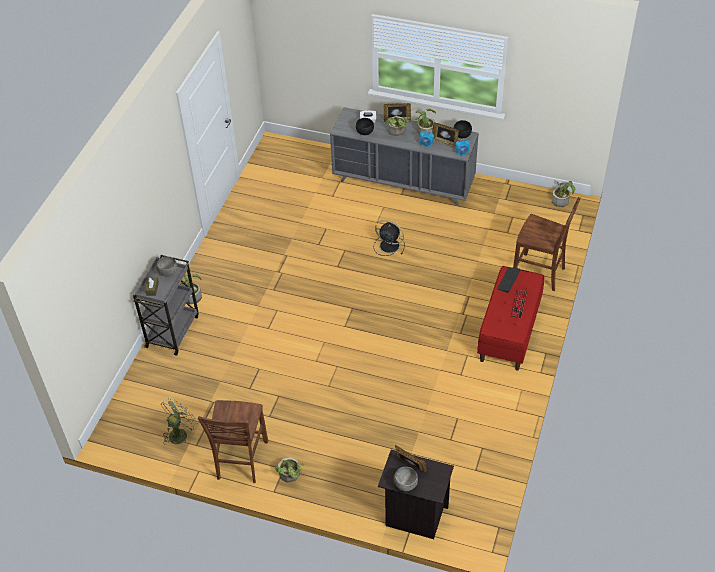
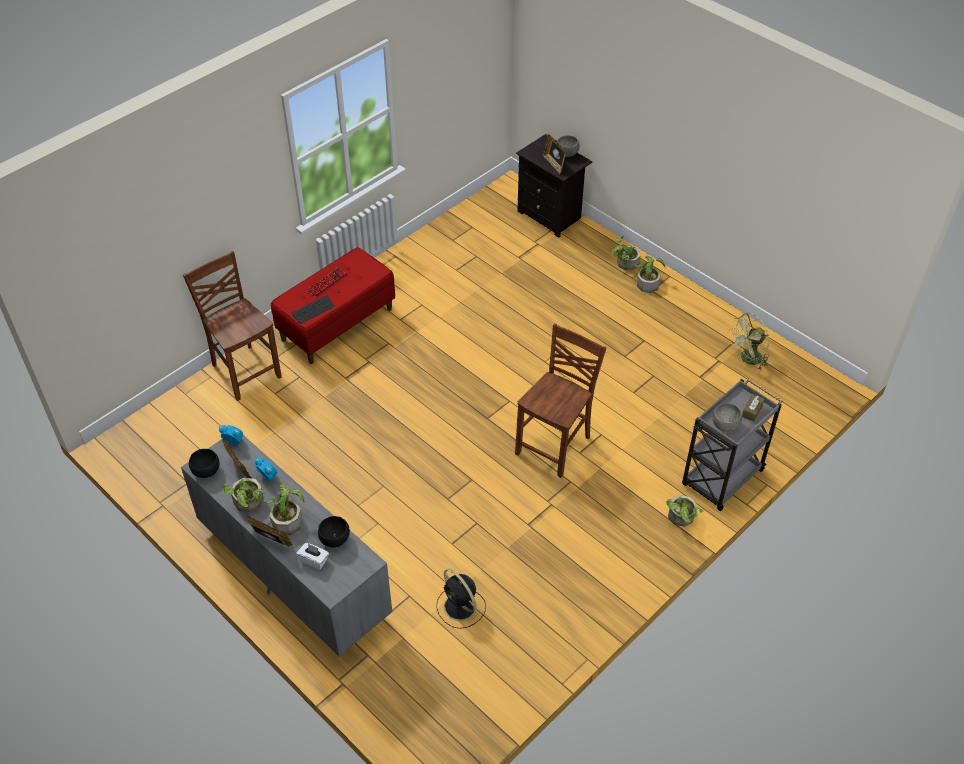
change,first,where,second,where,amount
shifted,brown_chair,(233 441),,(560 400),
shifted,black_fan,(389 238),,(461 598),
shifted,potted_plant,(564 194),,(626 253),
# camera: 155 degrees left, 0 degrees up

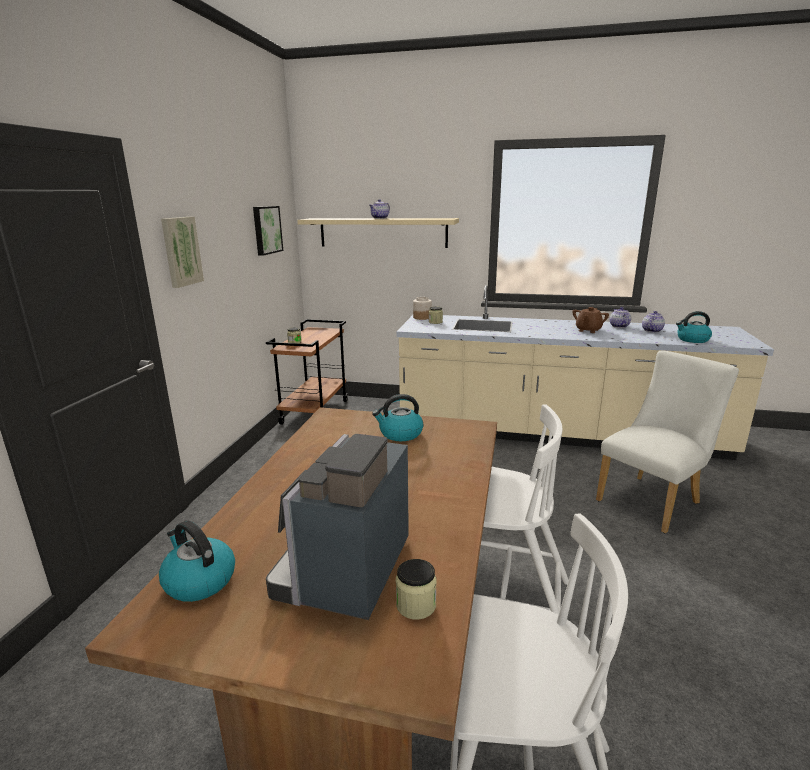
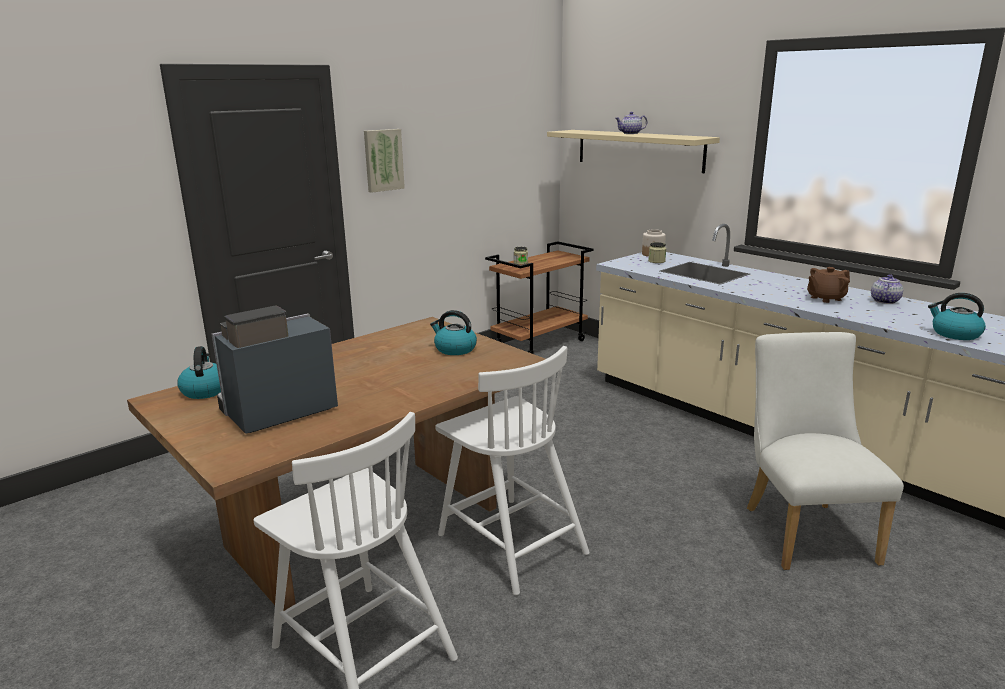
change,first,where,second,where,amount
gone,picture,(268 231),,,
gone,jar,(416 589),,,
rotated,white_chair,(667 442),,(825 451),90 degrees counterclockwise
gone,teapot,(653 322),,,
# camera: 35 degrees right, 0 degrees up

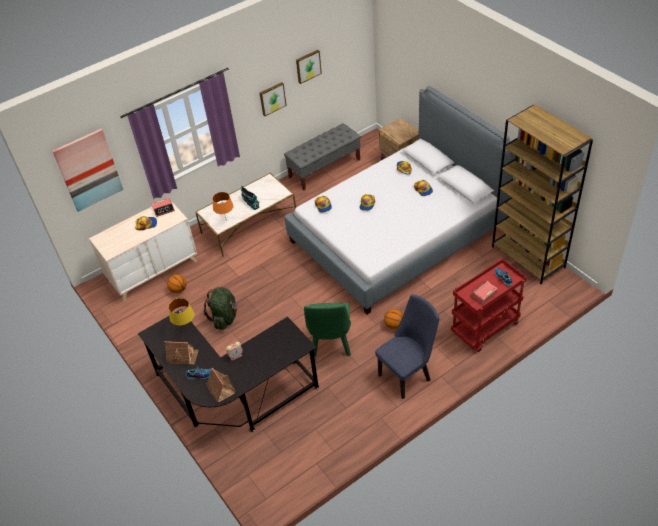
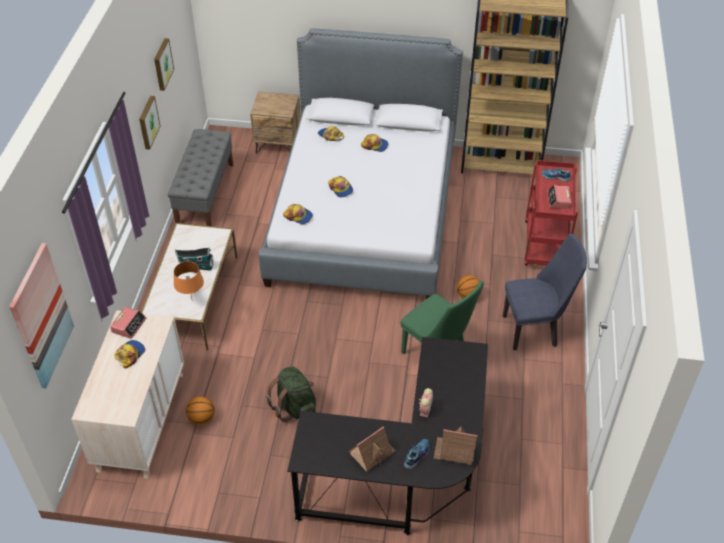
change,first,where,second,where,amount
gone,yellow_table_lamp,(181 314),,,
rotated,blue_chair,(407 346),,(545 291),75 degrees clockwise
# camera: 50 degrees left, 0 degrees up

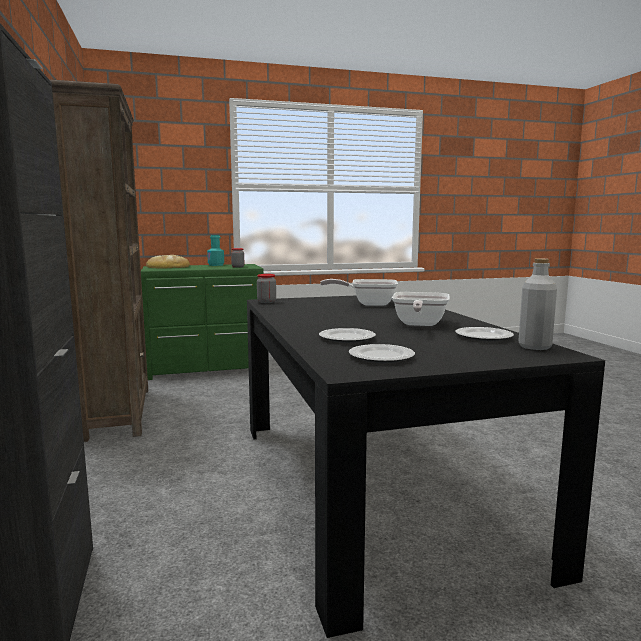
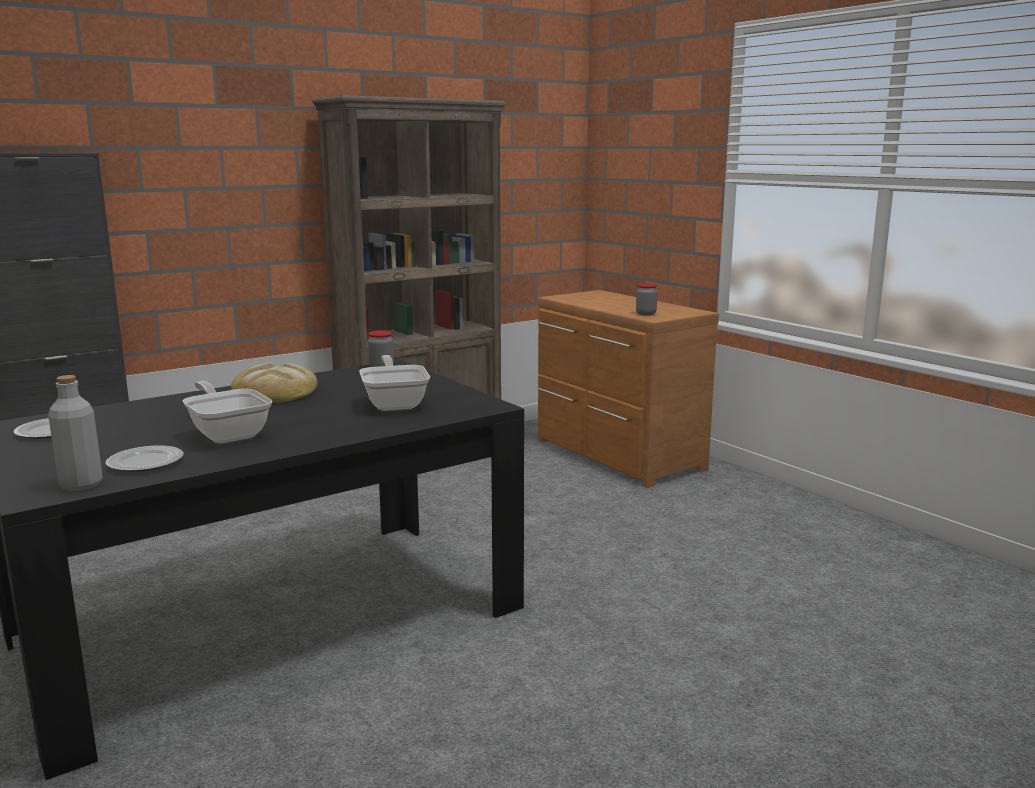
change,first,where,second,where,amount
repainted,green_dresser,(202 322),brown_dresser,(628 389),
shifted,bread,(168 262),,(274 383),
gone,turquoise_bottle,(215 250),,,
gone,plate,(347 335),,,
rotated,frying_pan,(420 309),,(227 412),60 degrees clockwise
# camera: 70 degrees right, 5 degrees up

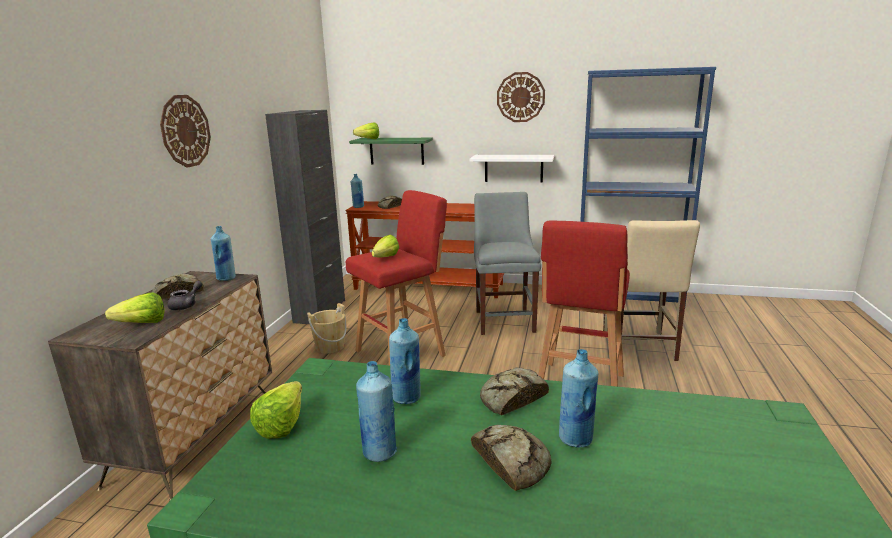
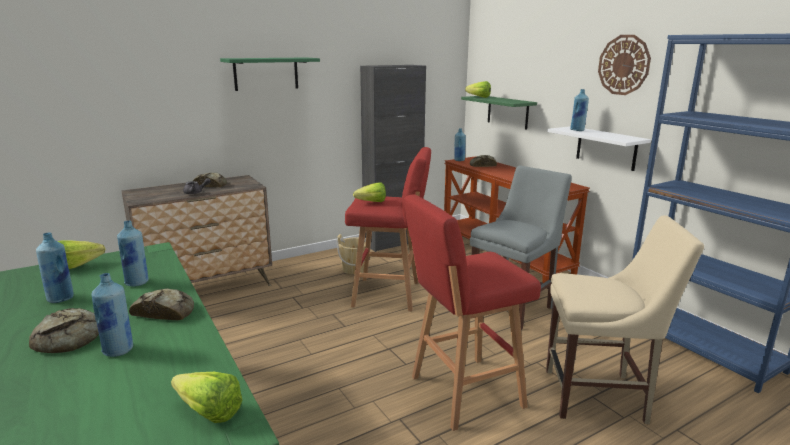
change,first,where,second,where,amount
shifted,lettuce,(134 307),,(206 397),
swapped,wall_clock,(185 131),green_shelf,(270 74),
shifted,blue_bottle,(223 253),,(579 110),
rotated,beige_chair,(651 290),,(625 319),135 degrees counterclockwise
# camera: 45 degrees right, 0 degrees up

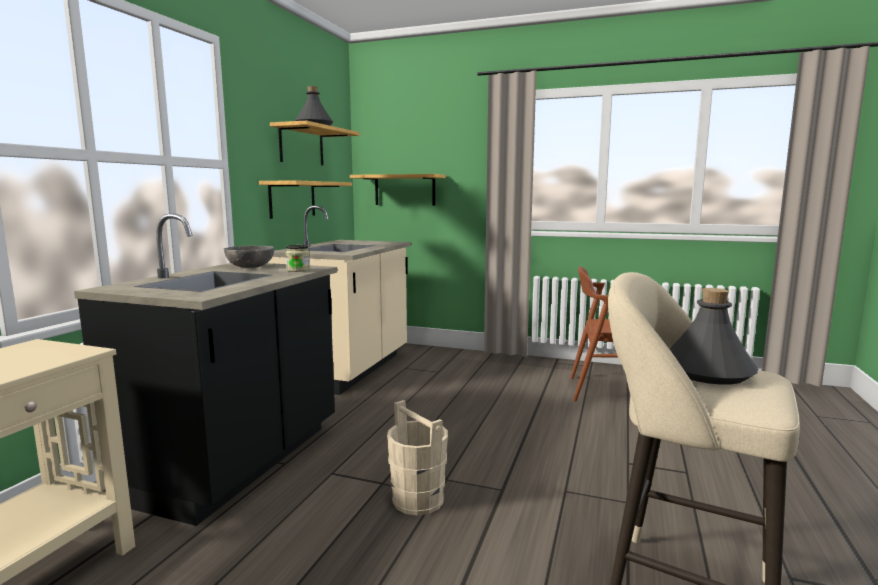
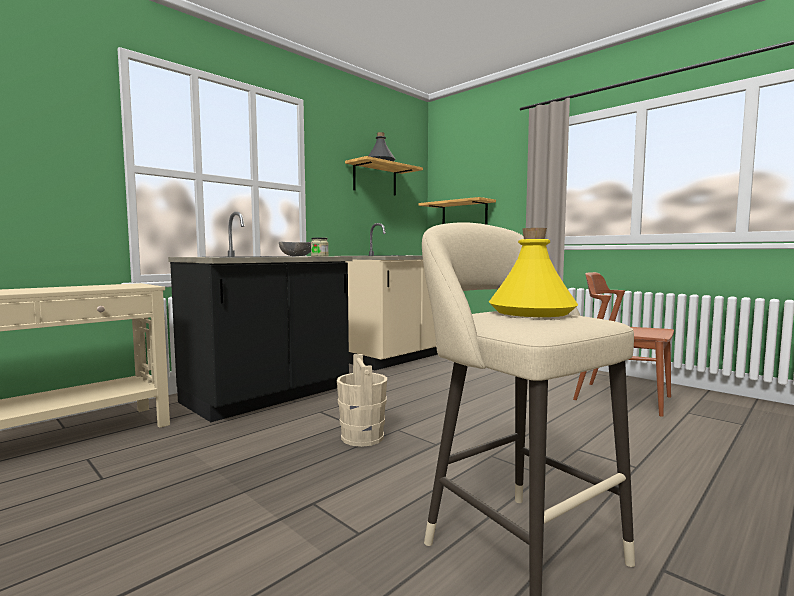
change,first,where,second,where,amount
gone,shelf,(305 199),,,
repainted,grey_bottle,(714 336),yellow_bottle,(533 272),
# camera: 25 degrees right, 5 degrees down

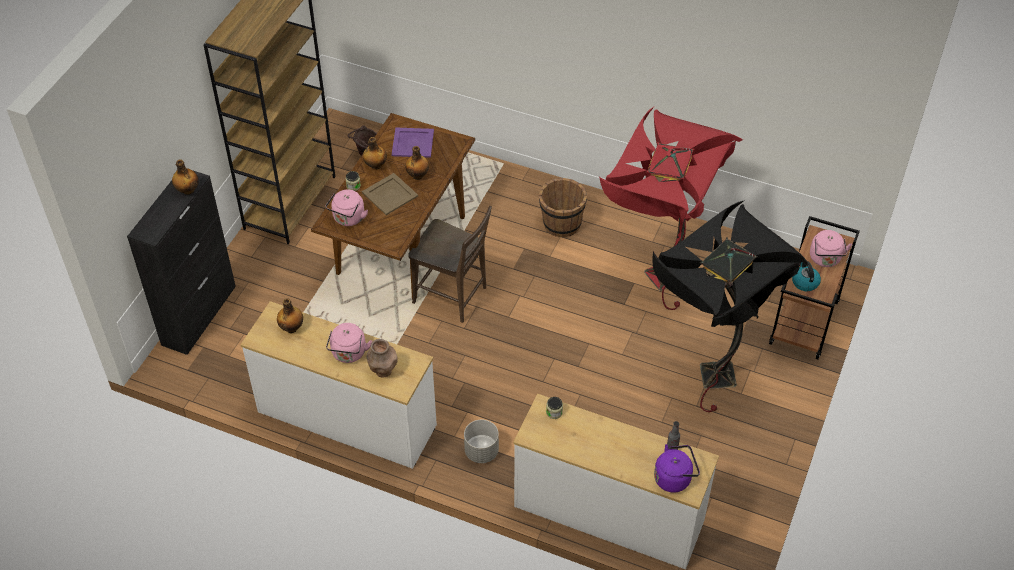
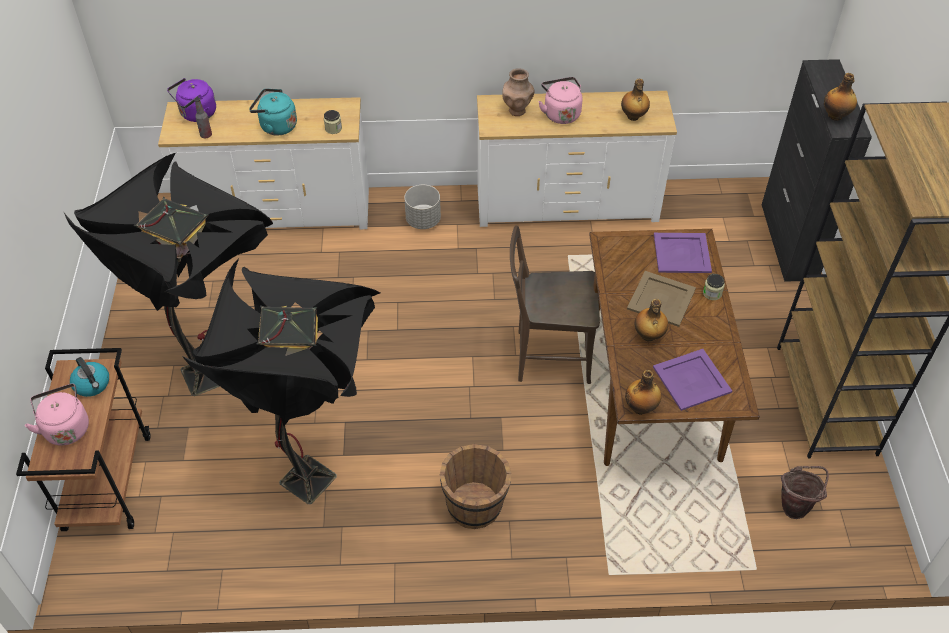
change,first,where,second,where,amount
swapped,pink_kettle,(347 208),purple_tray,(683 253),
shifted,bottle,(375 153),,(643 392),
repainted,red_floor_lamp,(671 208),black_floor_lamp,(281 381),
new,,,turquoise_kettle,(273 112),
# camera: 155 degrees right, 0 degrees up

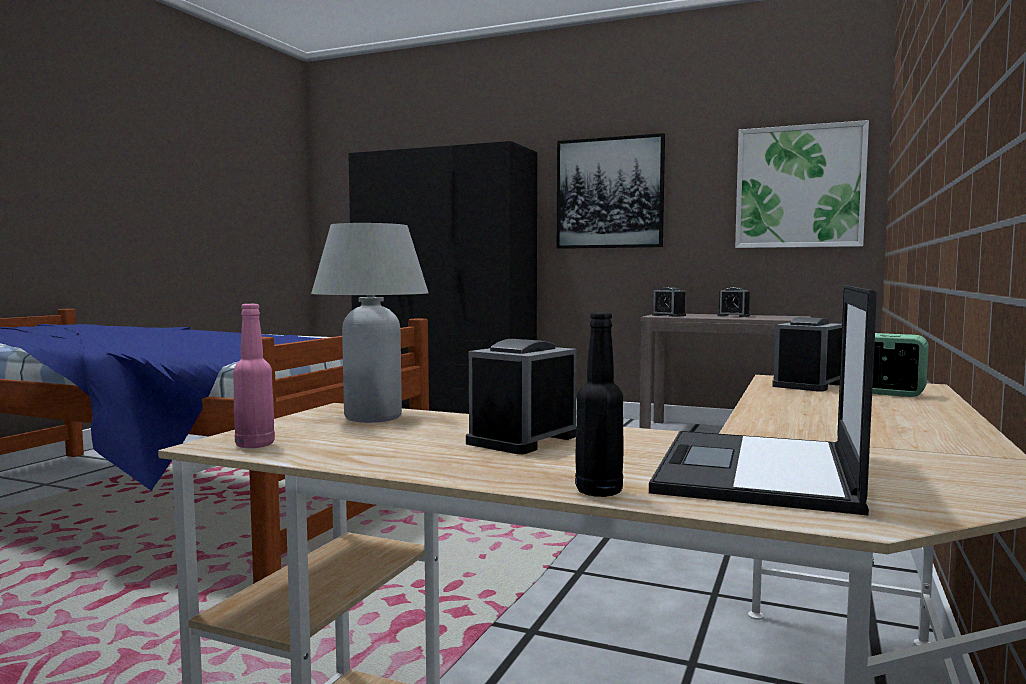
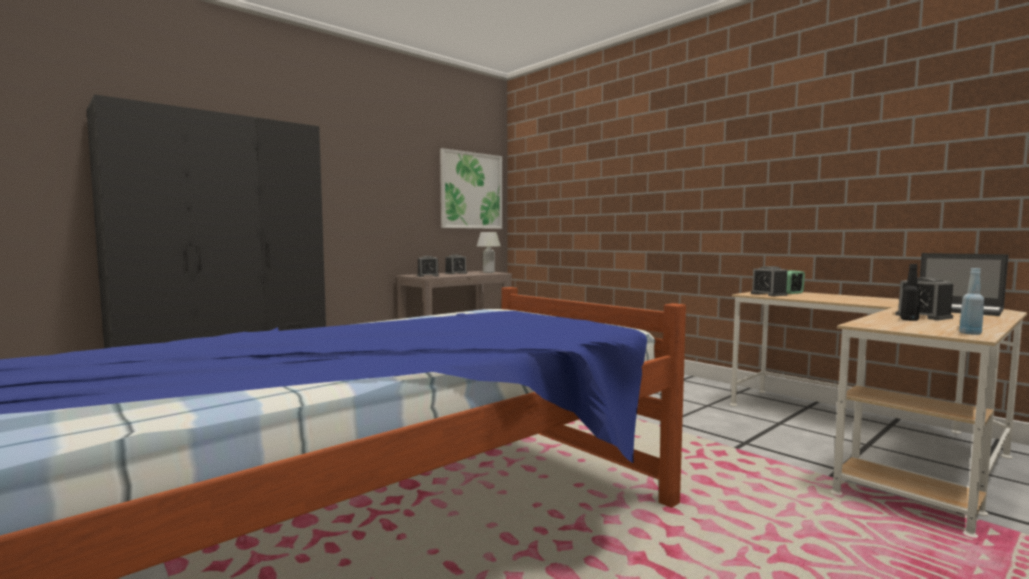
change,first,where,second,where,amount
repainted,pink_bottle,(254 376),blue_bottle,(971 301),
shifted,white_table_lamp,(369 323),,(489 252),
gone,picture,(611 191),,,
shifted,black_bottle,(599 404),,(911 292),
# camera: 65 degrees left, 0 degrees up

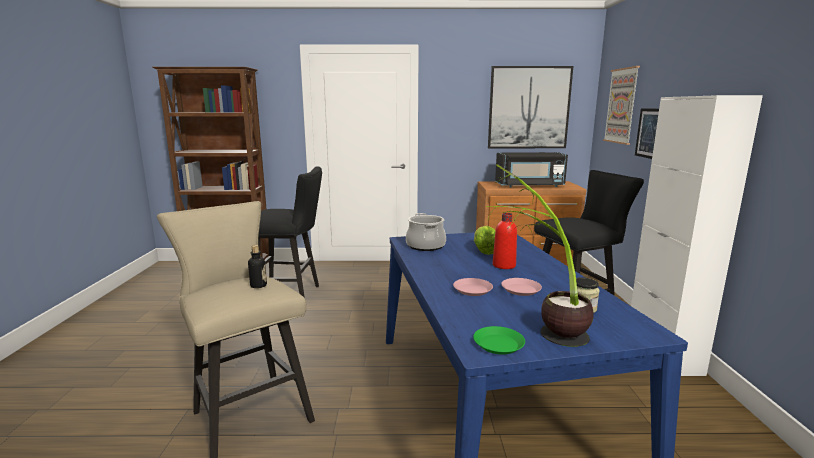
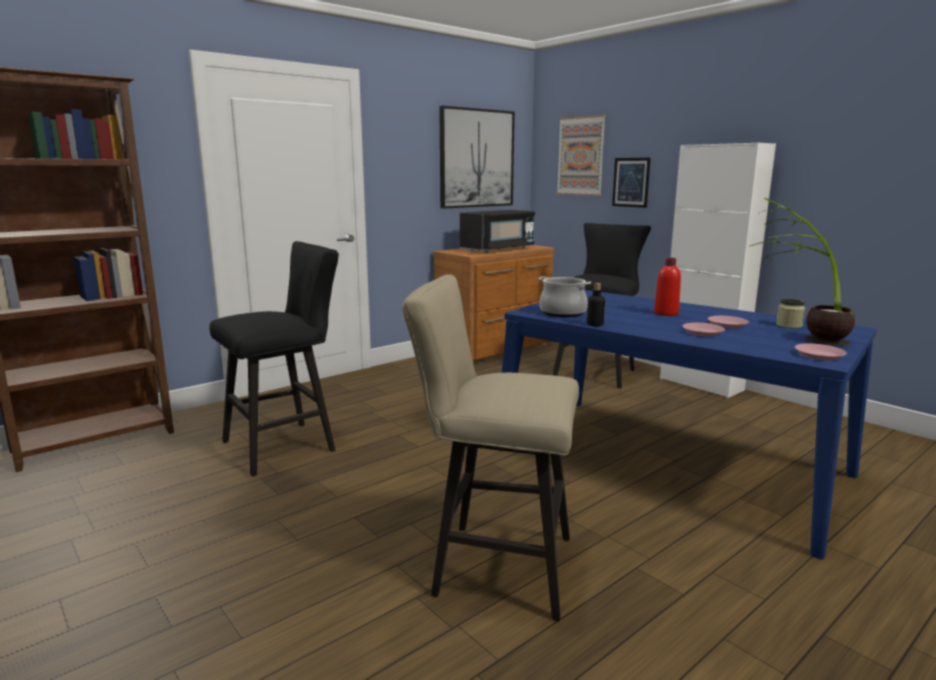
change,first,where,second,where,amount
shifted,bottle,(257 266),,(596 304),
repainted,green_plate,(499 340),pink_plate,(821 352),
gone,lettuce,(485 240),,,
# camera: 40 degrees left, 0 degrees up

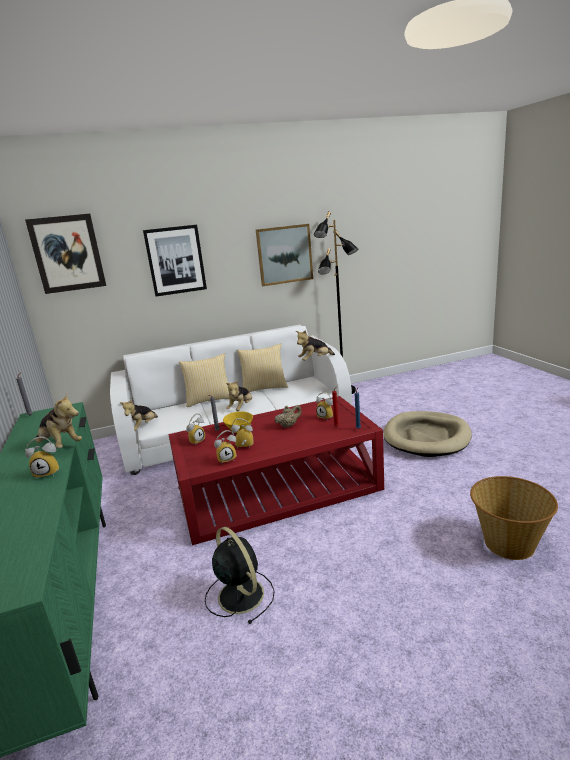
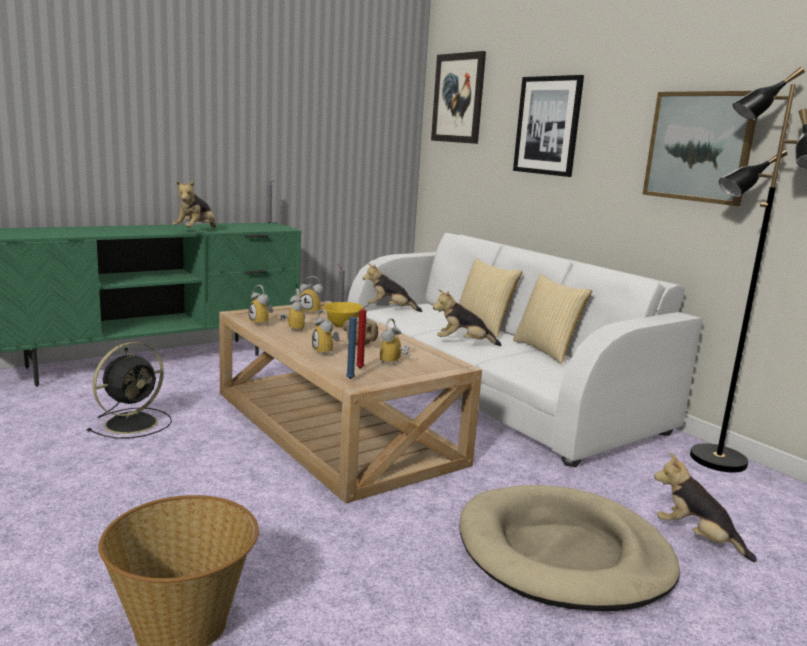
change,first,where,second,where,amount
shifted,alarm_clock,(42 457),,(326 333),
repainted,red_coffee_table,(276 470),beige_coffee_table,(350 402),
shifted,plush_toy,(315 345),,(705 507),
# camera: 70 degrees right, 5 degrees down

